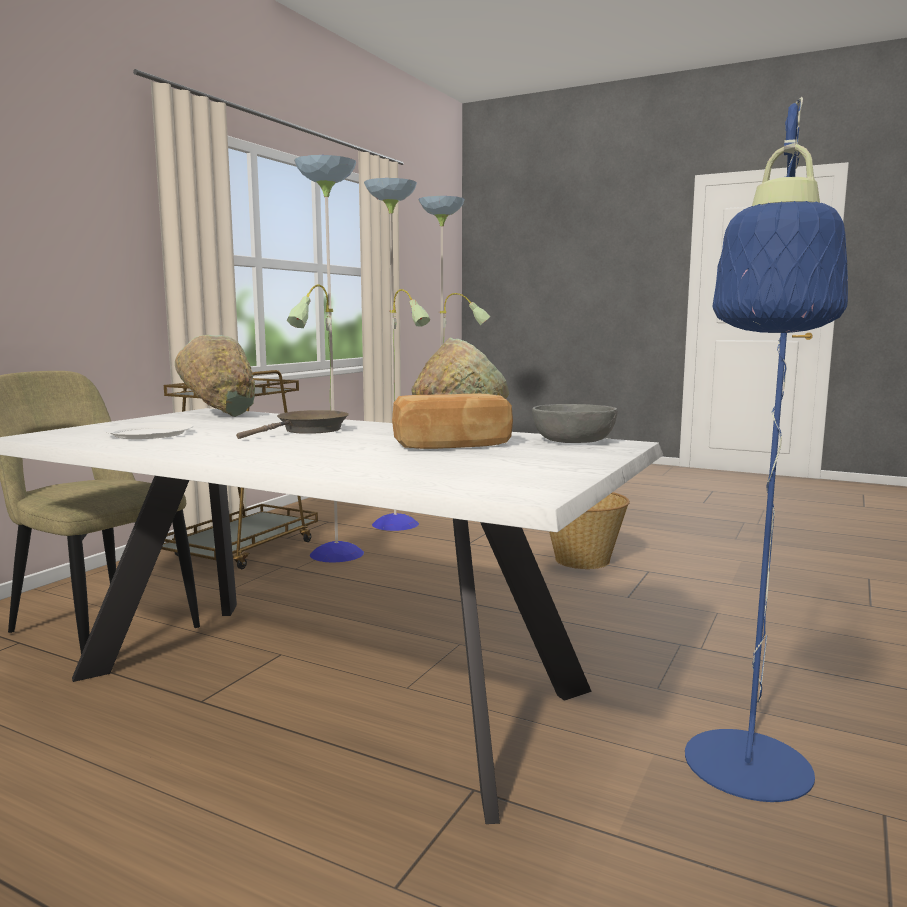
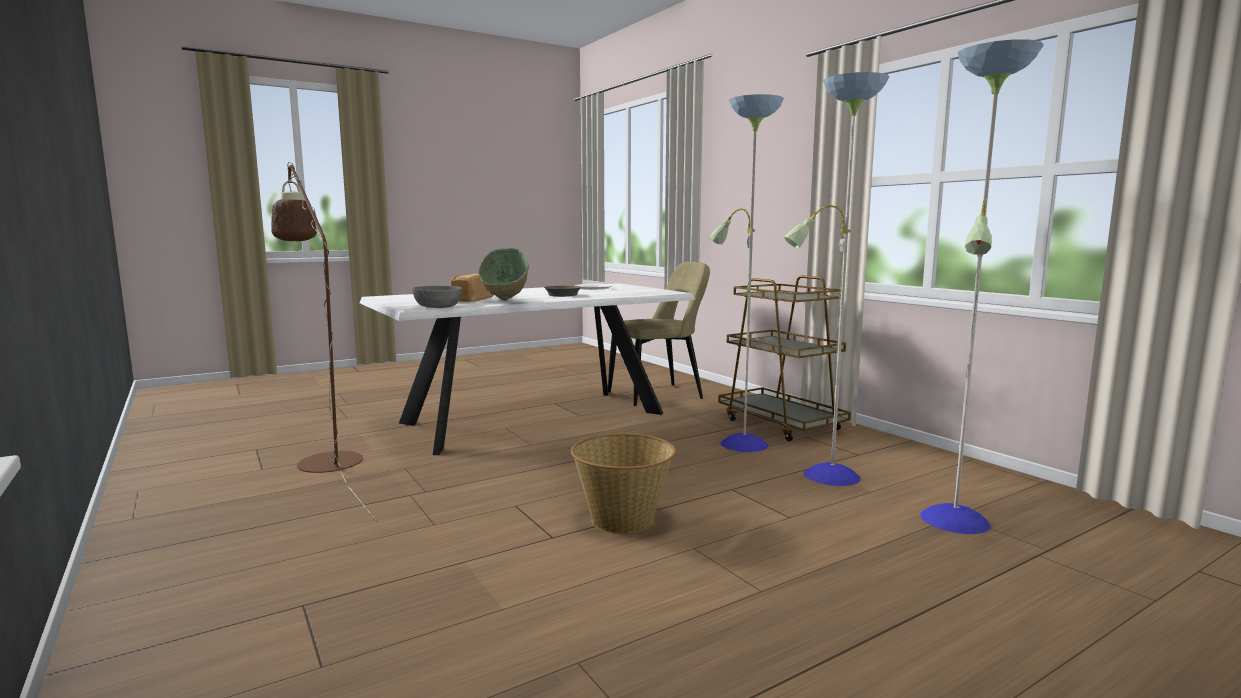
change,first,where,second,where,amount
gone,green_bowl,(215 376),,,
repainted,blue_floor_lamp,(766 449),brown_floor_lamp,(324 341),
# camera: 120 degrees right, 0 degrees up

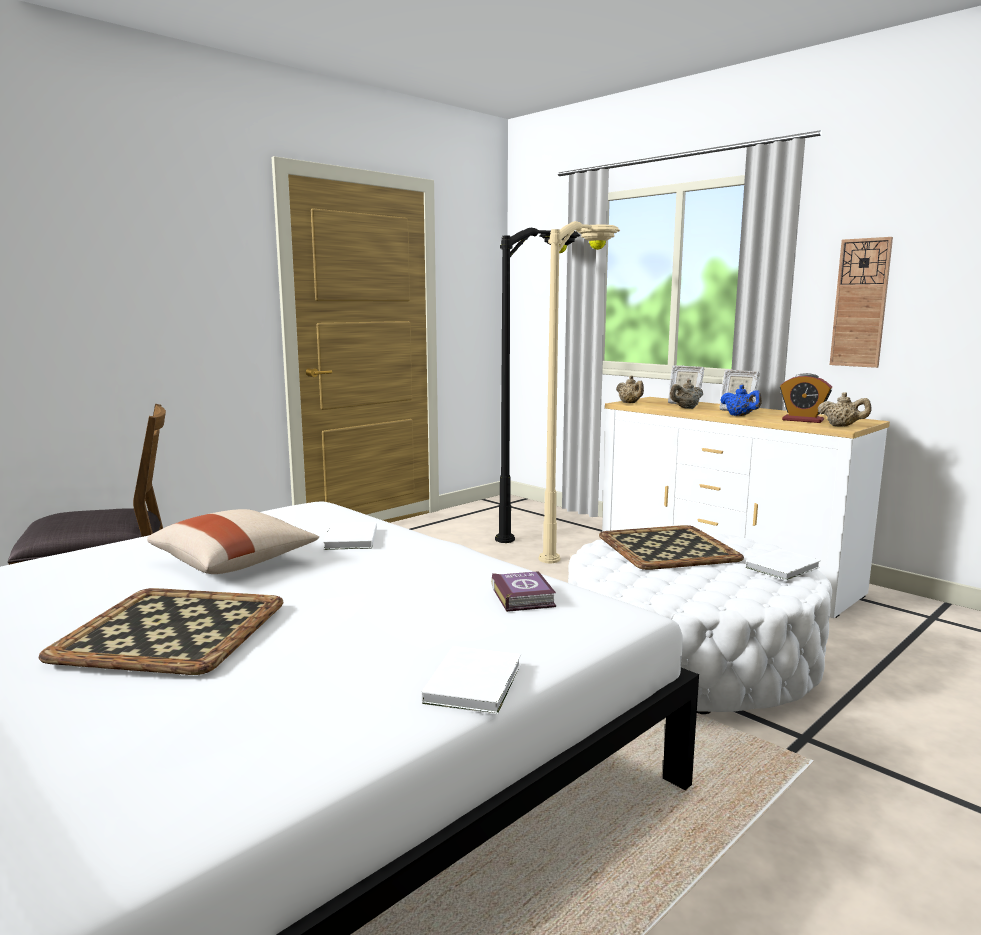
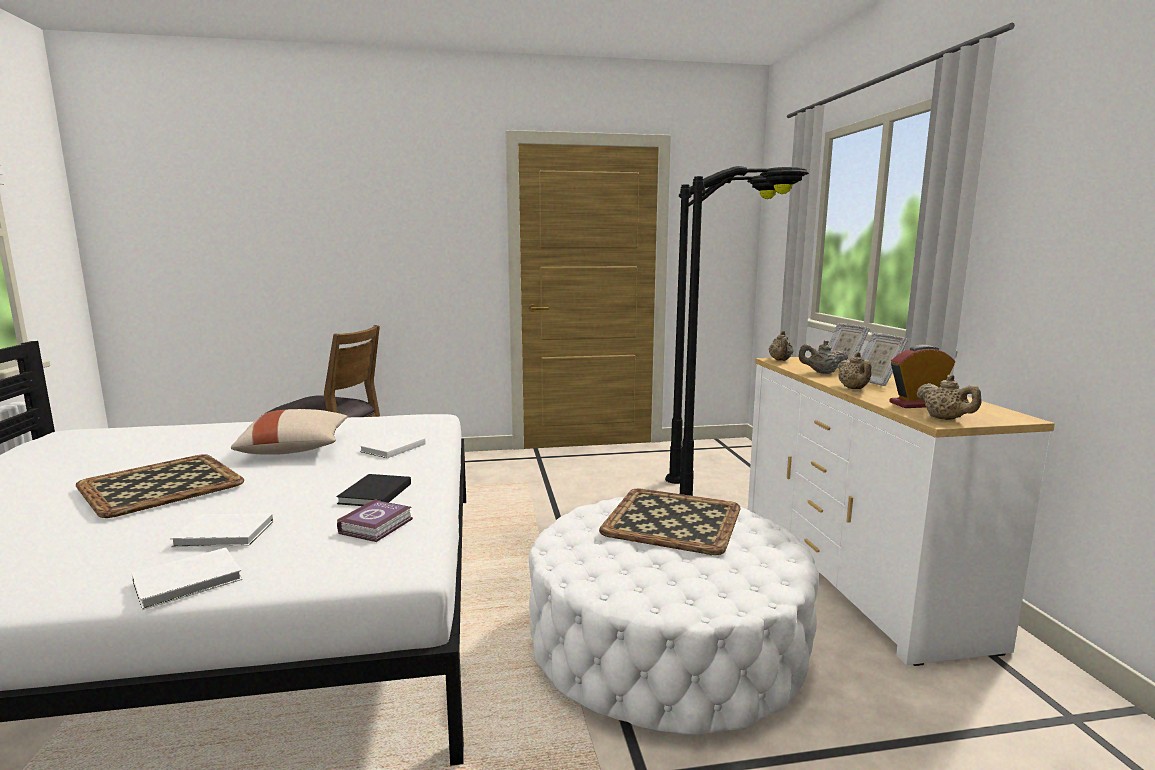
change,first,where,second,where,amount
repainted,beige_floor_lamp,(579 392),black_floor_lamp,(744 331),
repainted,blue_teapot,(741 400),beige_teapot,(855 370),
shifted,white_book,(783 565),,(221 530),
rotated,alarm_clock,(806 398),,(922 376),105 degrees clockwise
gone,wall_clock,(861 302),,,
new,,,black_book,(373 490),
# camera: 35 degrees right, 0 degrees up

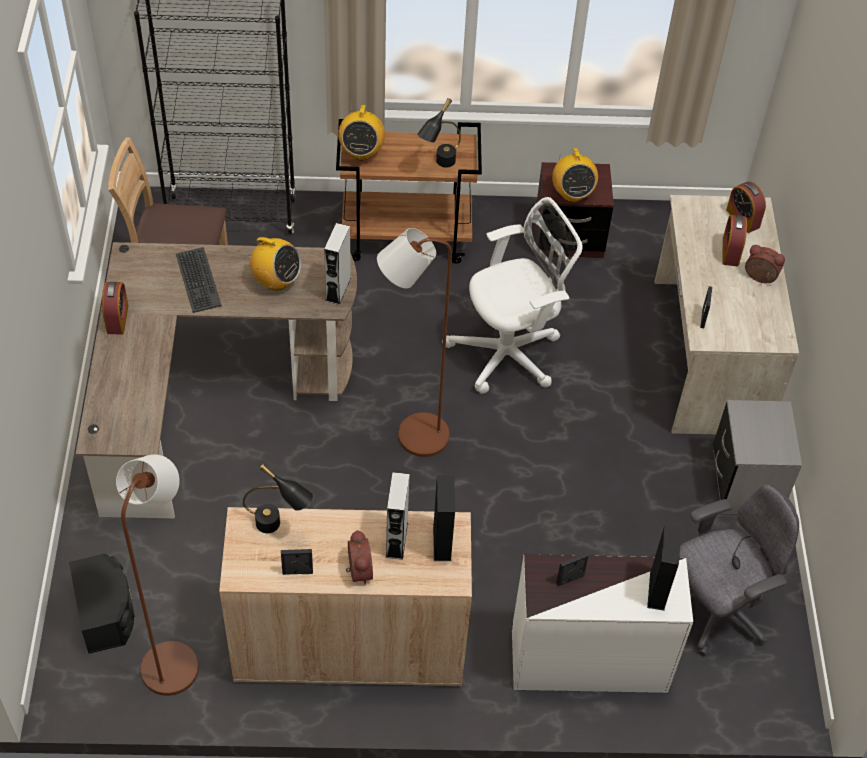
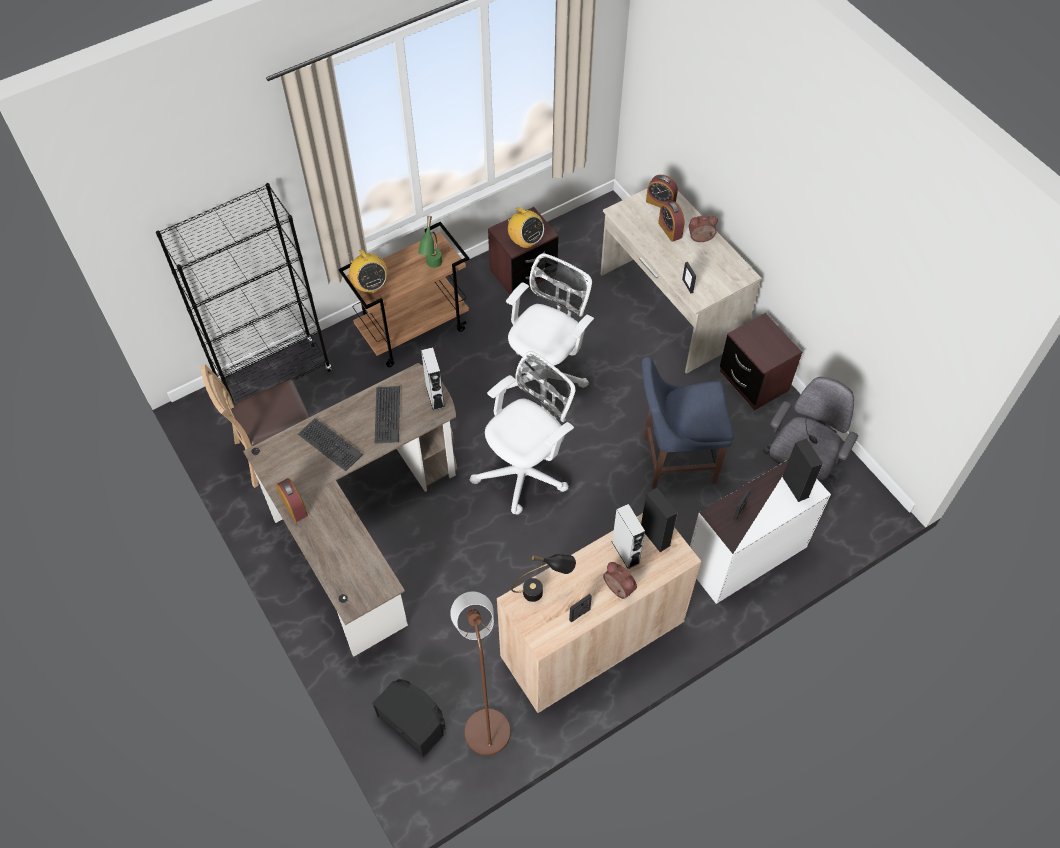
change,first,where,second,where,amount
swapped,radio,(272 264),keyboard,(387 415),
swapped,brown_floor_lamp,(414 342),white_office_chair,(522 433),
repainted,black_table_lamp,(439 132),green_table_lamp,(430 242),
repainted,grey_nightstand,(757 457),brown_nightstand,(761 361),
new,,,blue_chair,(688 422),
# camera: 30 degrees left, 5 degrees up

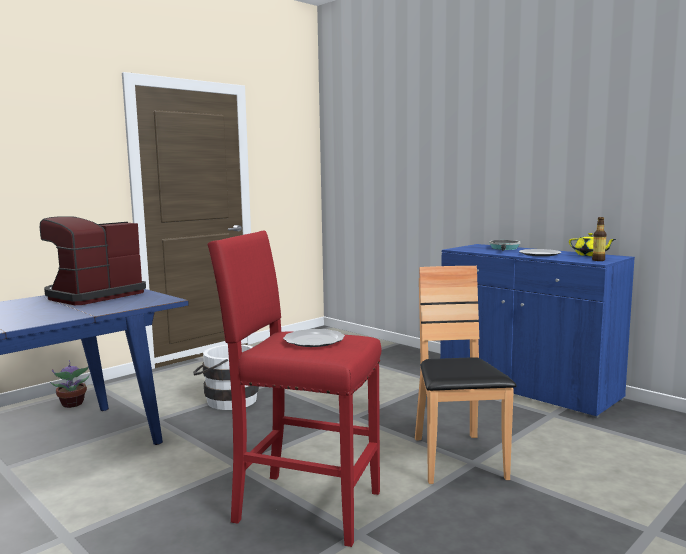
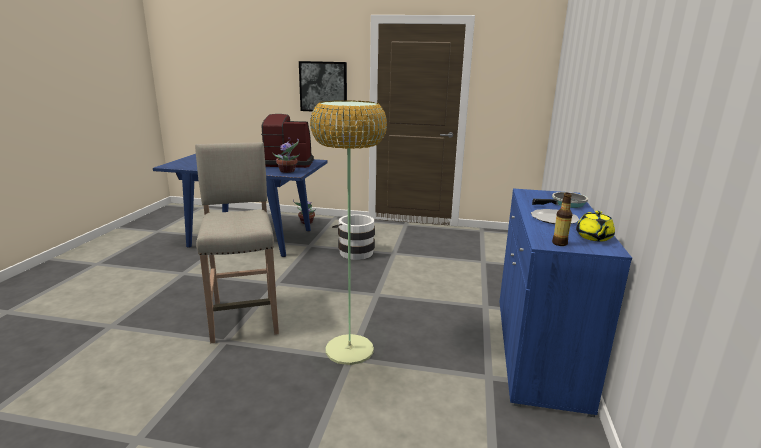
change,first,where,second,where,amount
repainted,red_stool,(294 389),beige_stool,(237 243),
gone,plate,(314 338),,,
swapped,brown_chair,(465 375),floor_lamp,(348 232),
new,,,potted_plant,(286 155),
new,,,picture,(323 86),
# camera: 55 degrees right, 10 degrees up

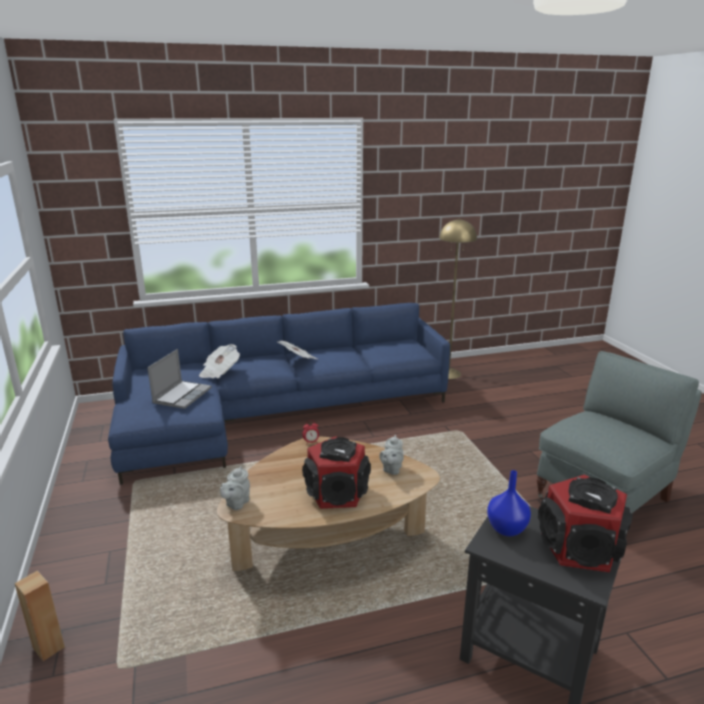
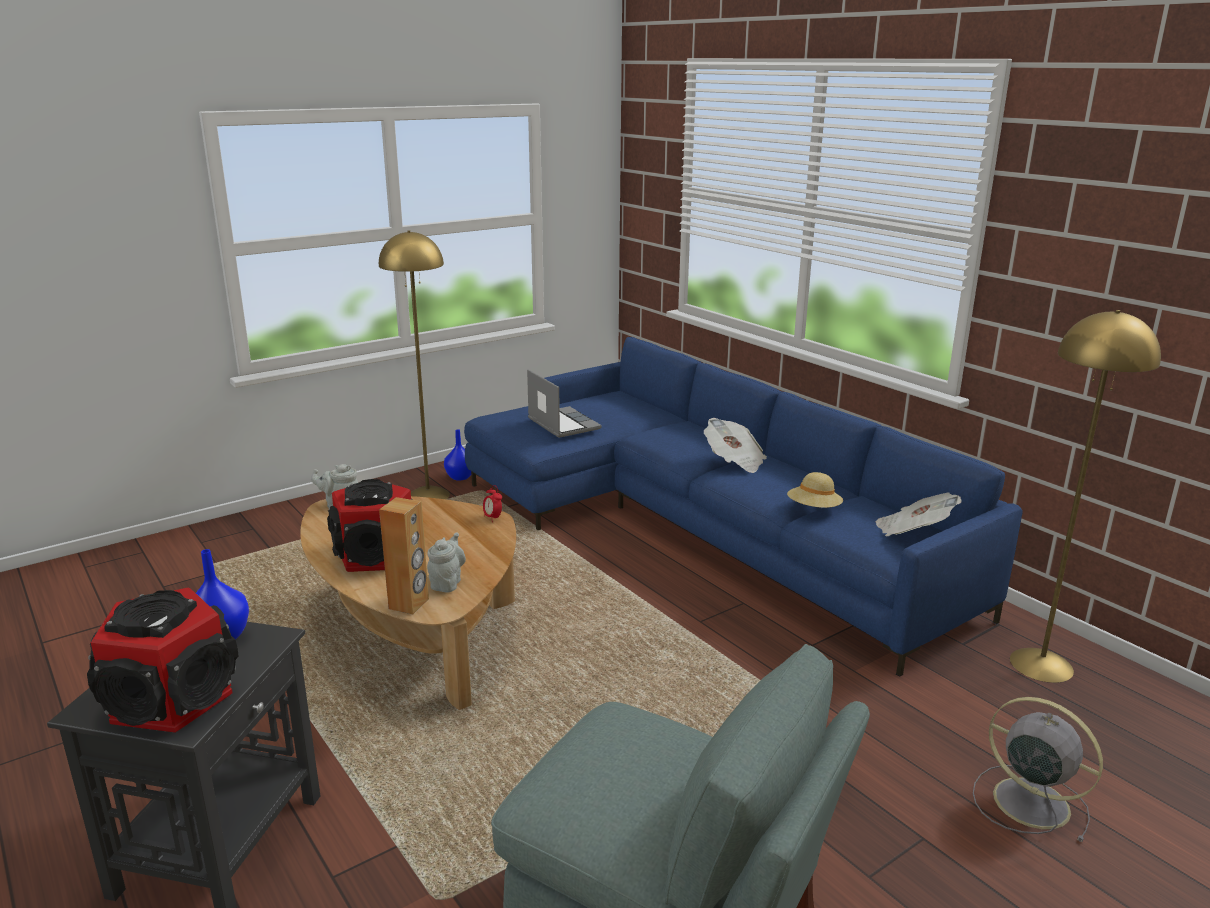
change,first,where,second,where,amount
shifted,brown_speaker,(39 616),,(404 555),
rotated,laptop,(179 379),,(564 403),120 degrees counterclockwise
shifted,newspaper,(219 361),,(918 514),
rotated,grey_teapot,(391 455),,(446 562),105 degrees clockwise
new,,,yellow_floor_lamp,(414 364),
new,,,blue_vase,(457 455),
new,,,beige_hat,(815 490),
new,,,grey_fan,(1038 769),
# camera: 70 degrees right, 0 degrees up

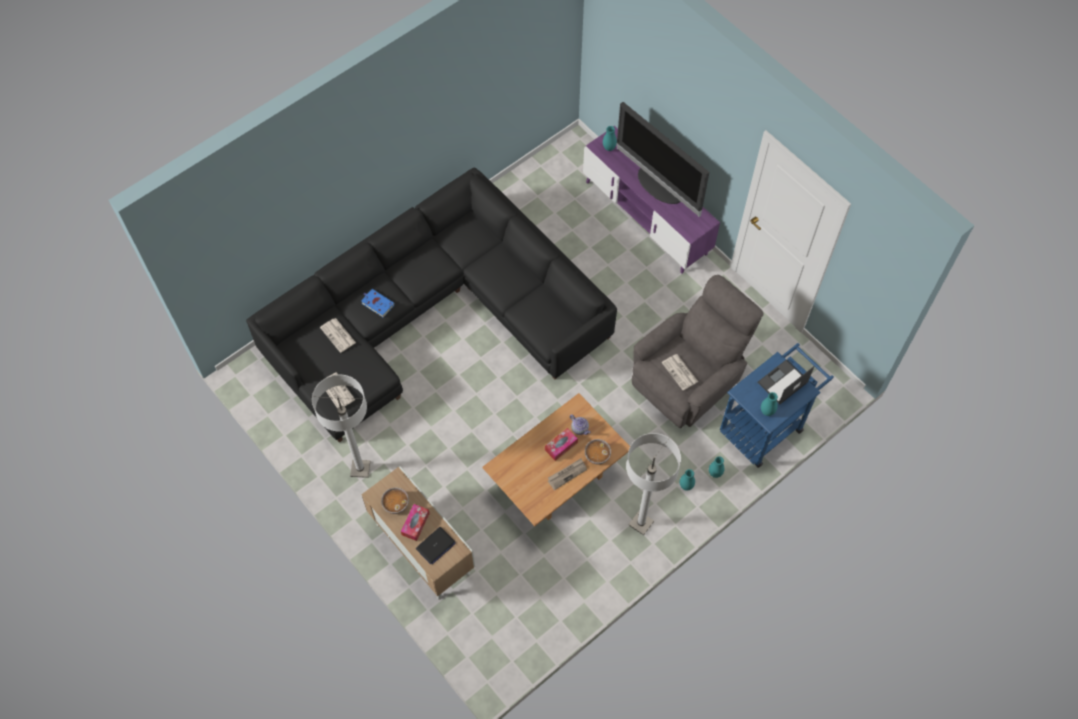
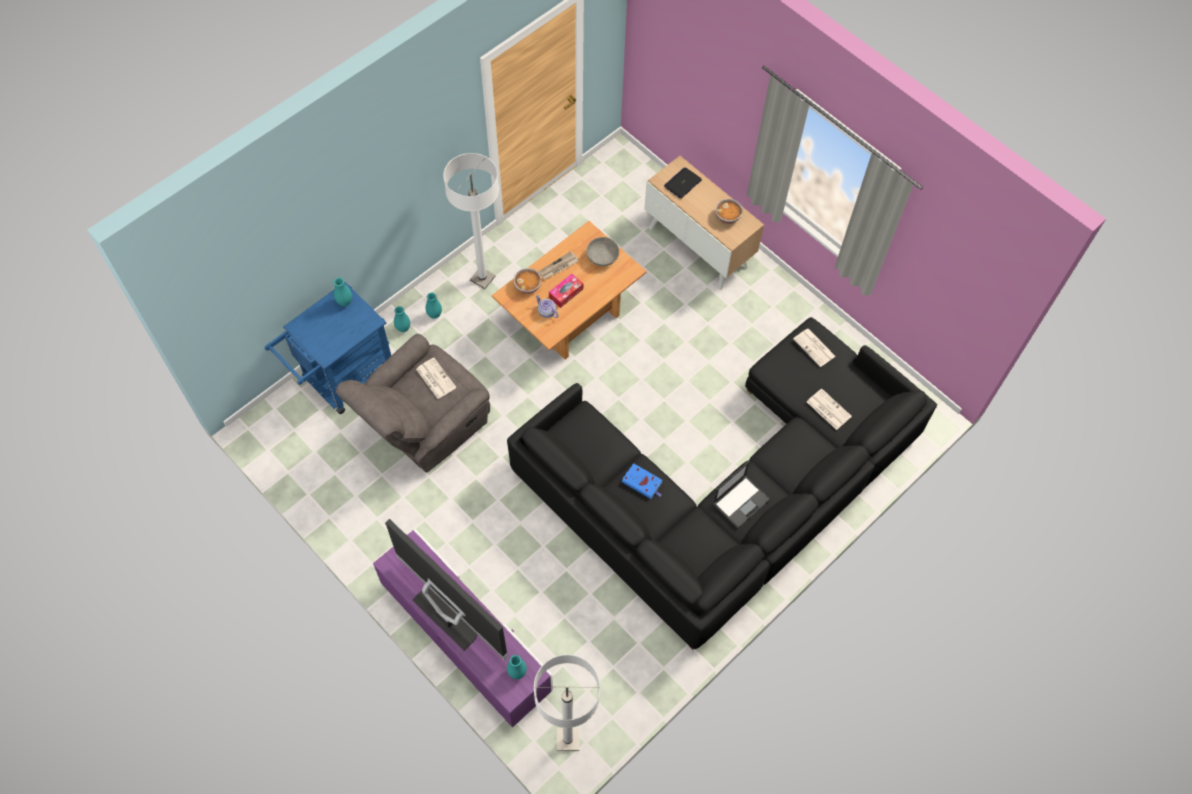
change,first,where,second,where,amount
shifted,white_floor_lamp,(341 426),,(567 702),
shifted,blue_book,(378 303),,(642 481),
gone,tissue_box,(415 522),,,
shifted,laptop,(785 382),,(741 494),
new,,,grey_bowl,(602 251),
# camera: 175 degrees right, 0 degrees up

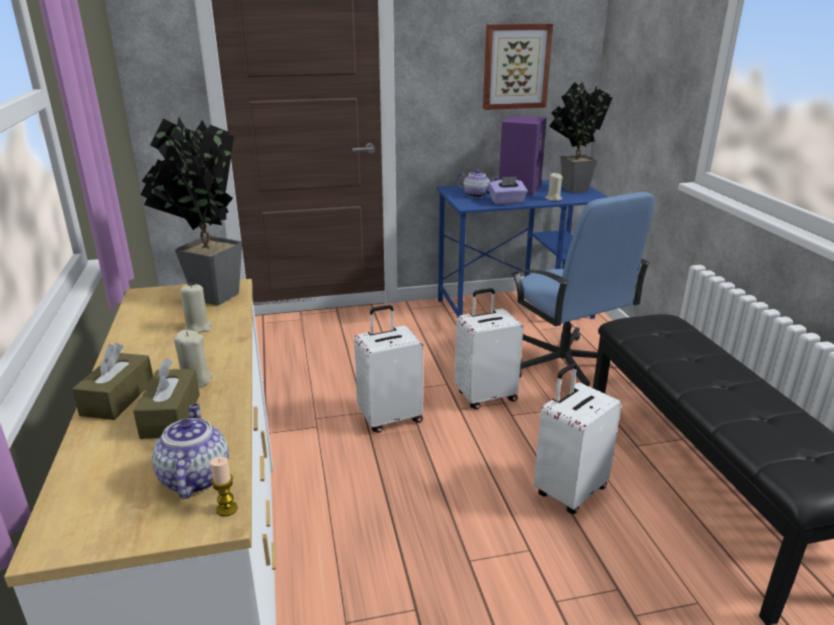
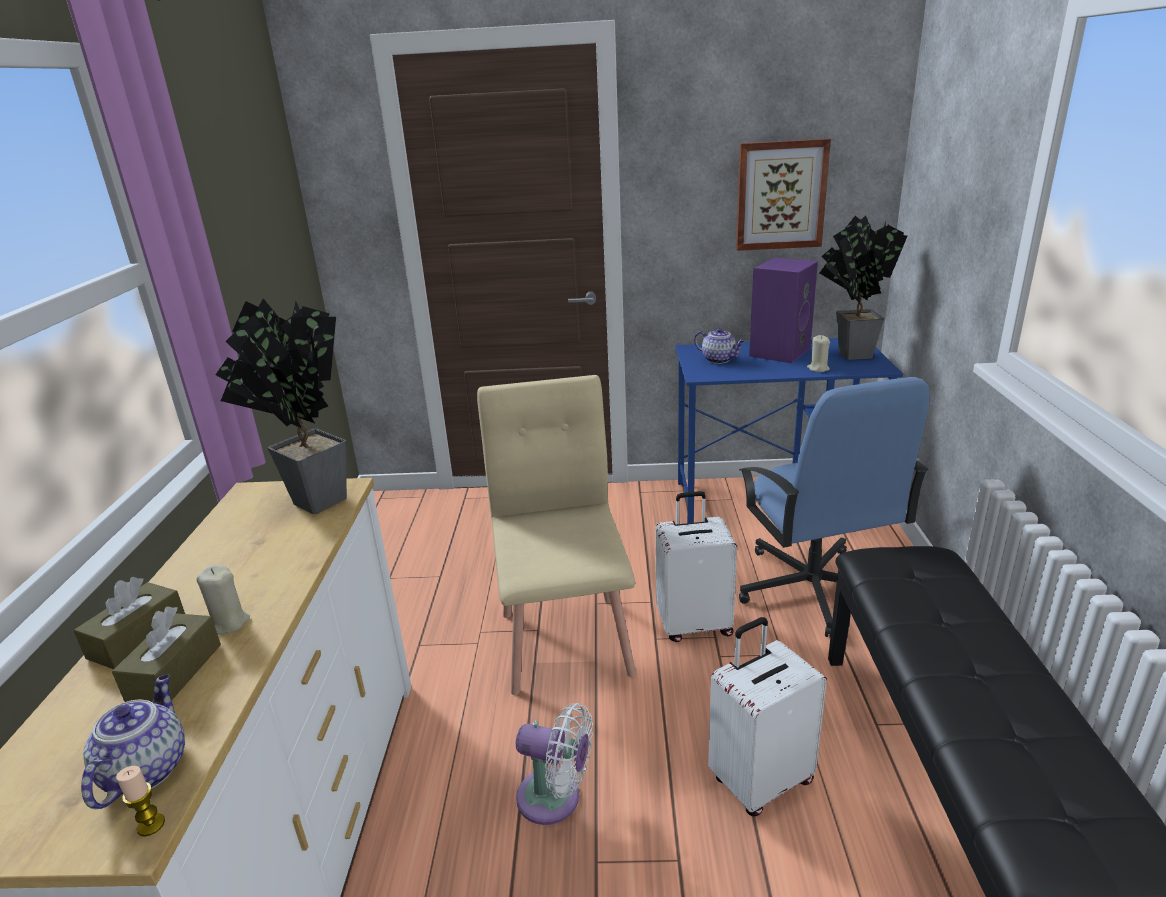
change,first,where,second,where,amount
gone,beige_candle,(196 308),,,
swapped,white_suitcase,(388 369),beige_chair,(556 535),
gone,purple_tissue_box,(508 191),,,
new,,,white_fan,(554 764),
# camera: 15 degrees right, 0 degrees up

